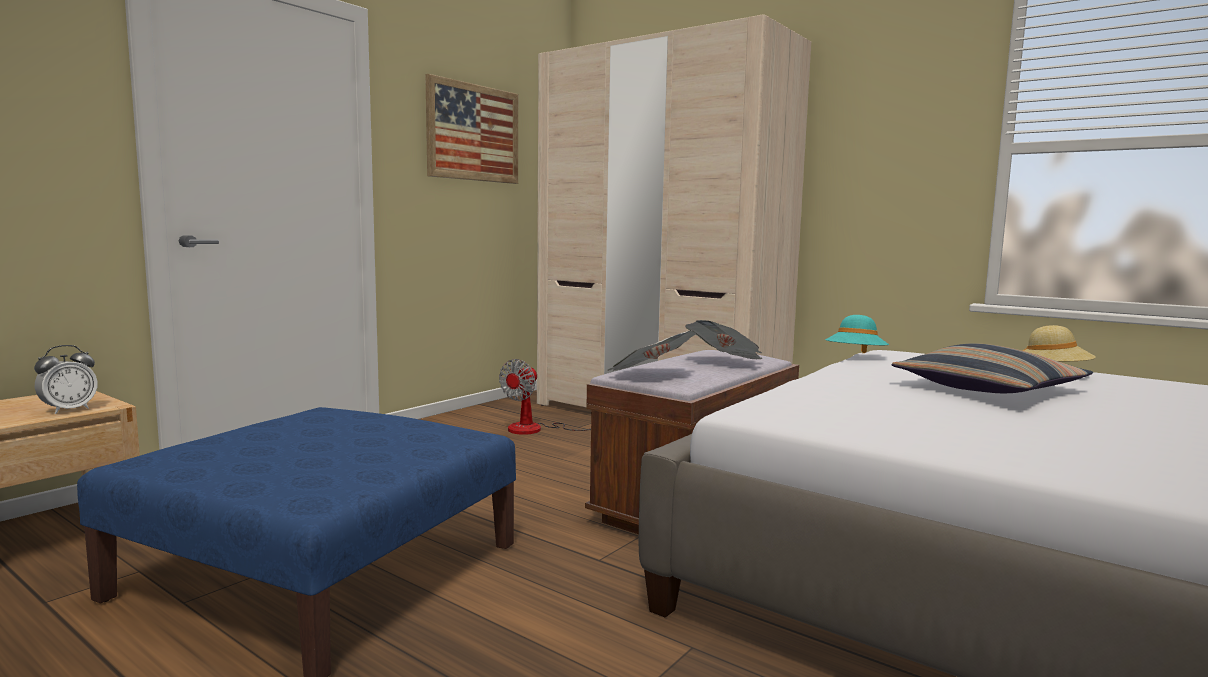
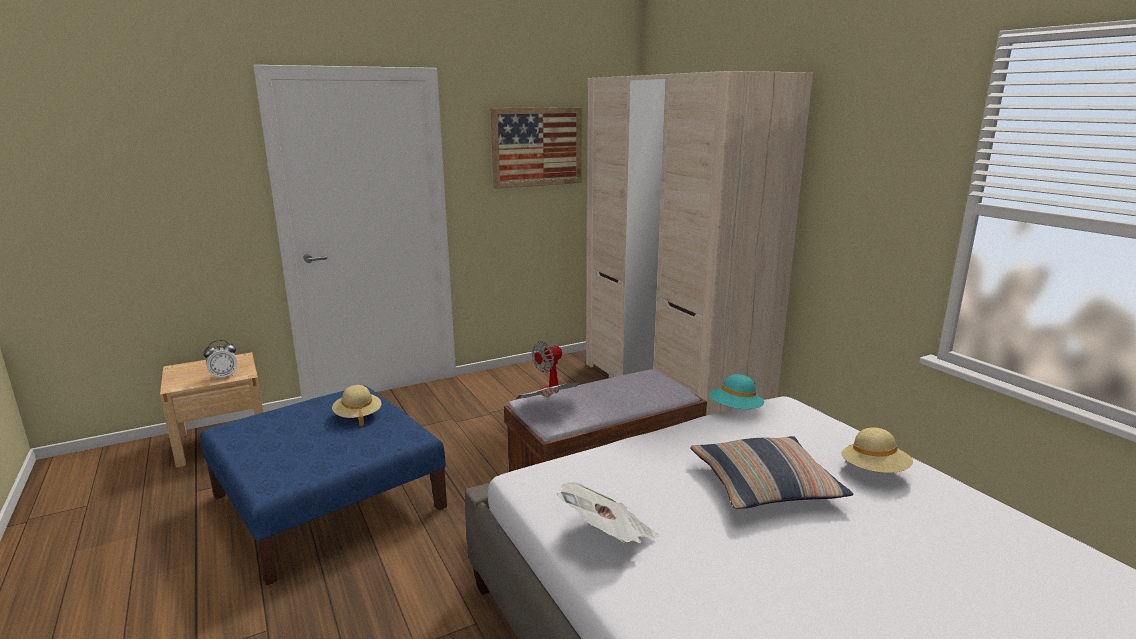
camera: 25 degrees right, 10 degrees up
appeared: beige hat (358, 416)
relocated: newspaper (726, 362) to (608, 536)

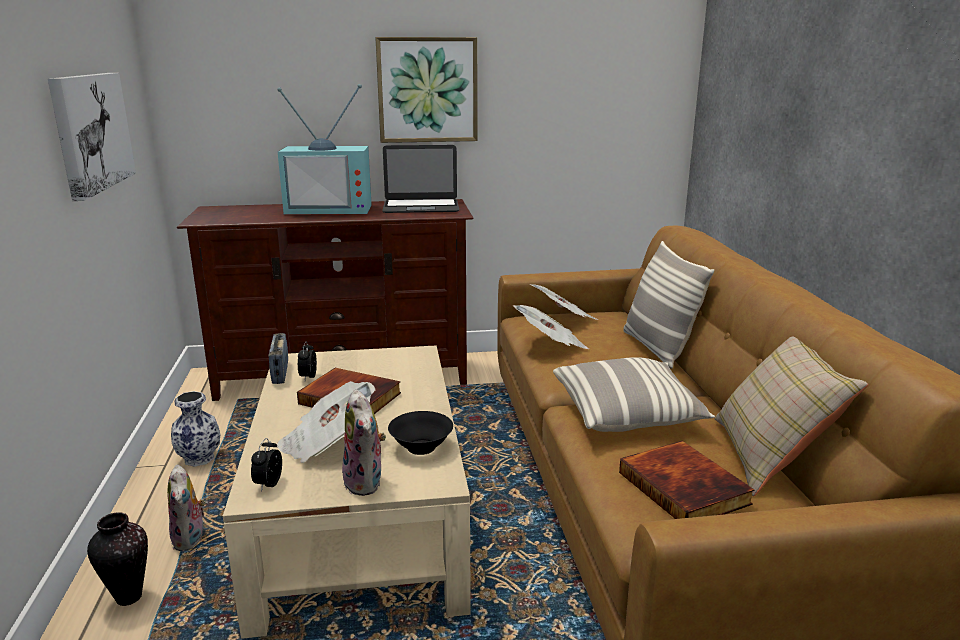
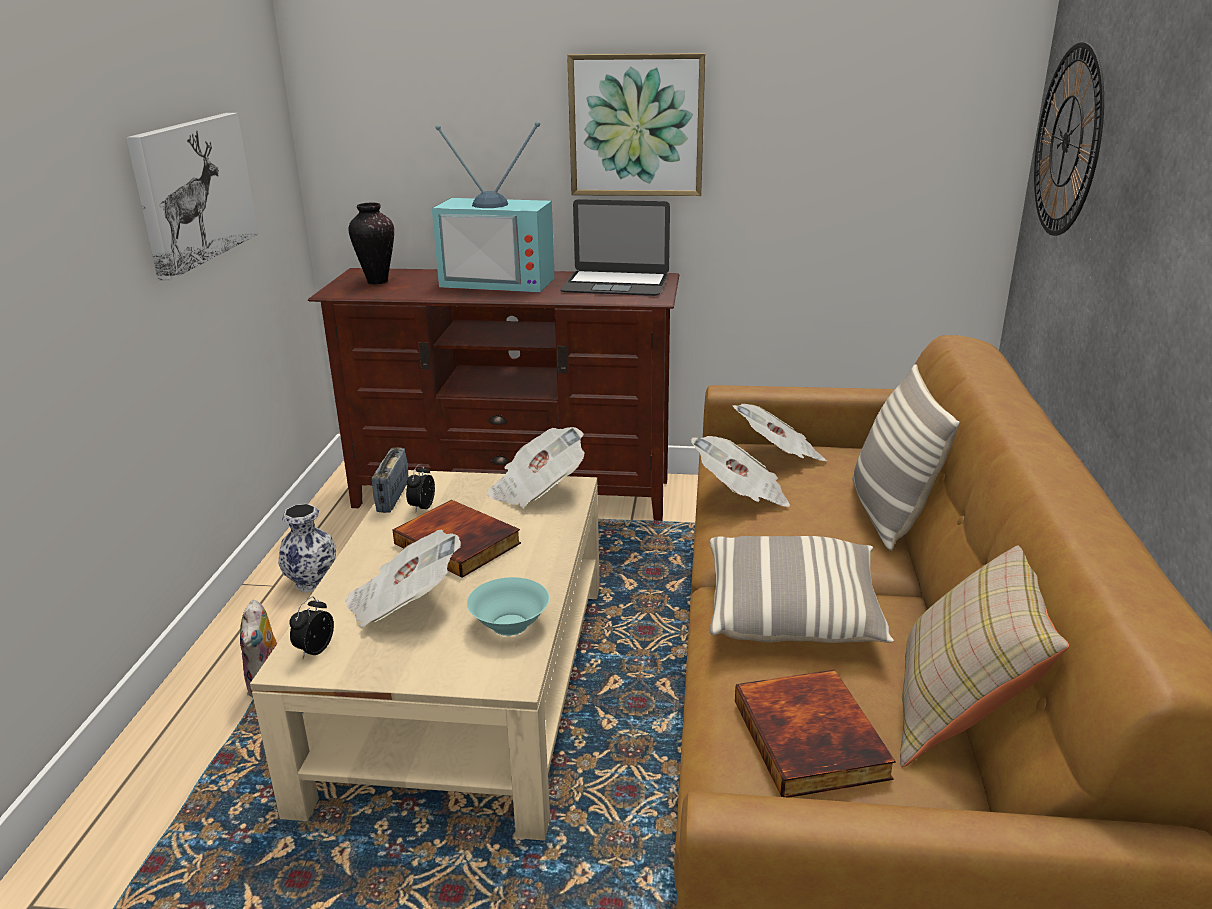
camera: 15 degrees right, 5 degrees up
missing: plush toy (366, 483)
appeared: wall clock (1067, 141); newspaper (537, 490)
relocated: vase (128, 597) to (377, 281)
colour: black bowl (422, 447) to turquoise bowl (510, 625)

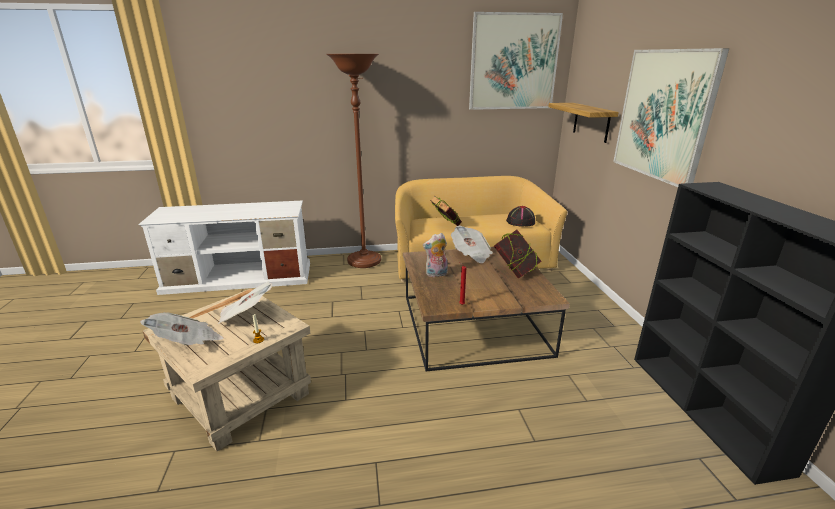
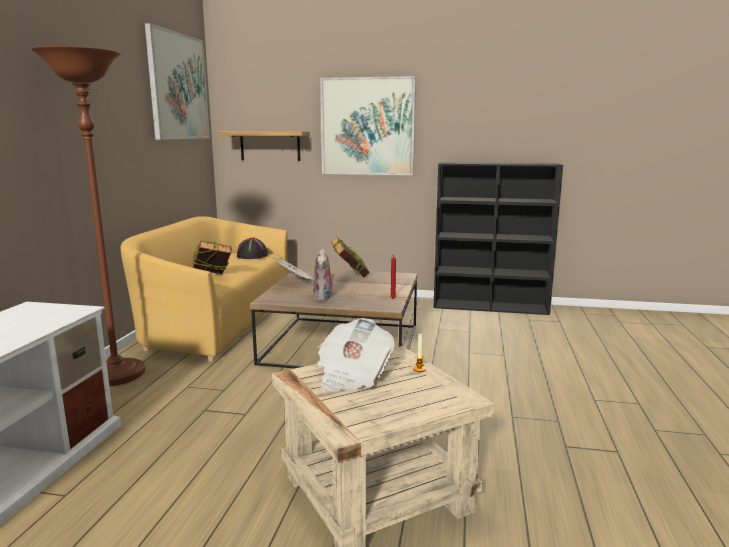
camera: 70 degrees left, 10 degrees down
missing: newspaper (188, 343)

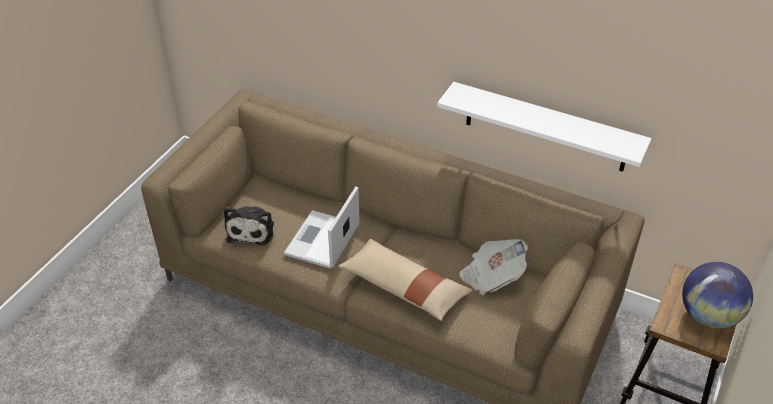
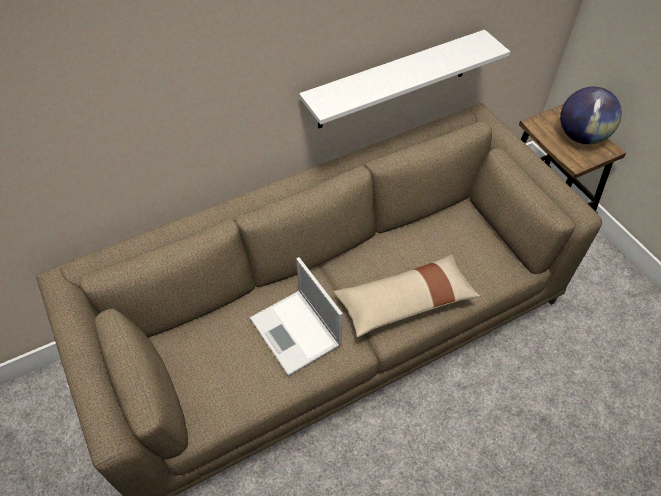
camera: 55 degrees left, 10 degrees up
missing: plush toy (252, 229); newspaper (491, 276)

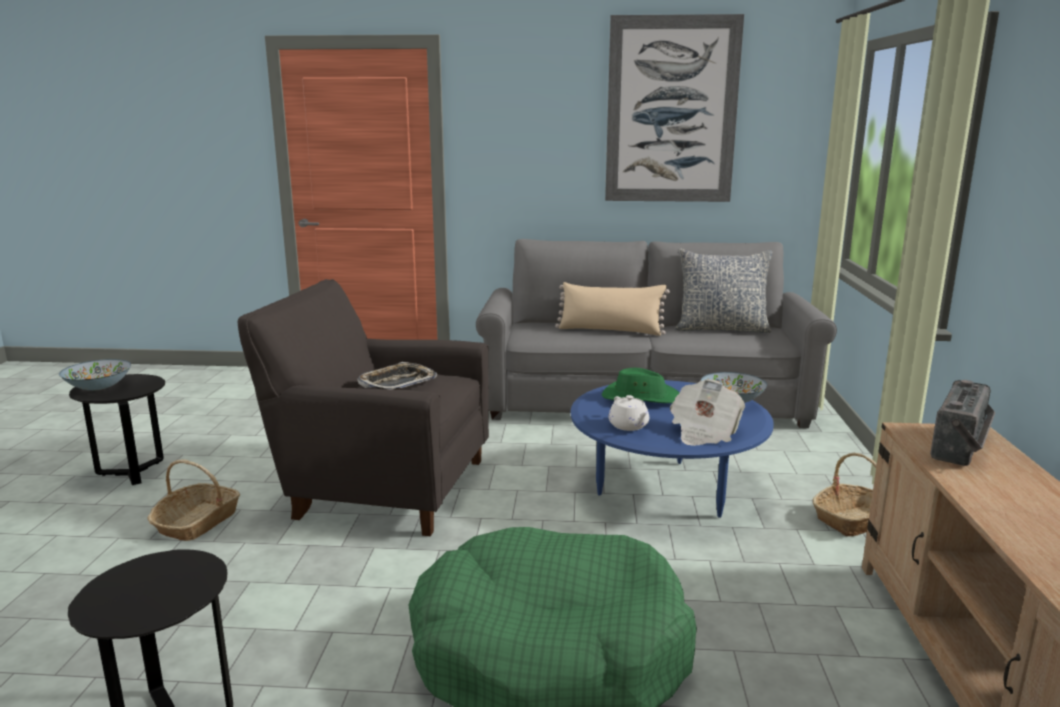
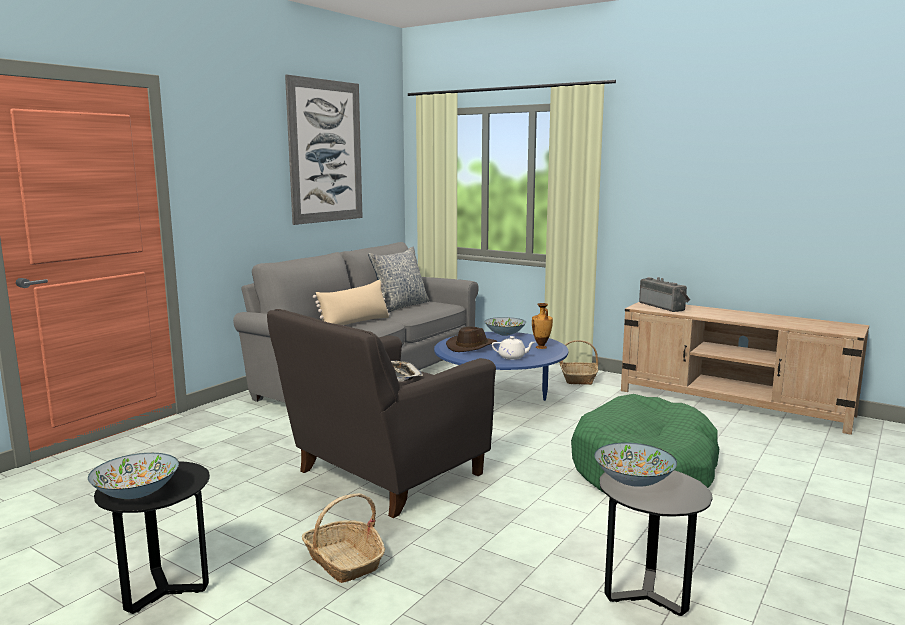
camera: 60 degrees left, 5 degrees down
appeared: bowl (633, 481)
exchanged: newspaper (704, 432) to vase (541, 347)
colour: green hat (640, 397) to brown hat (472, 346)

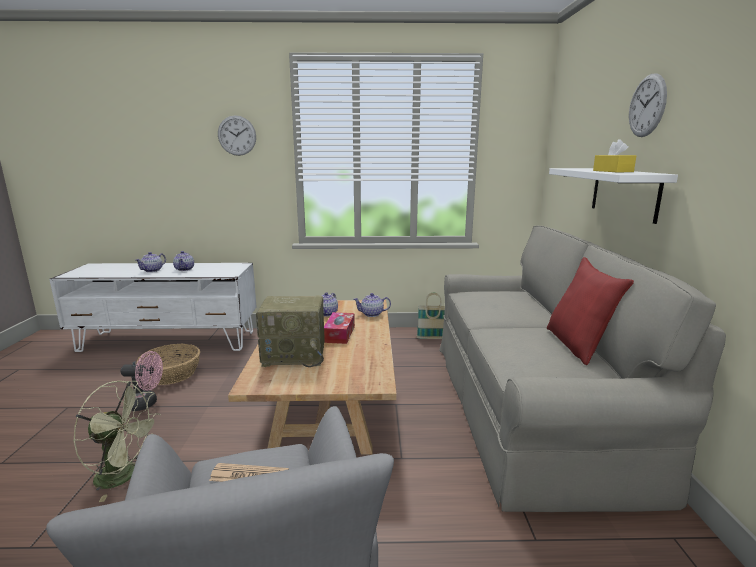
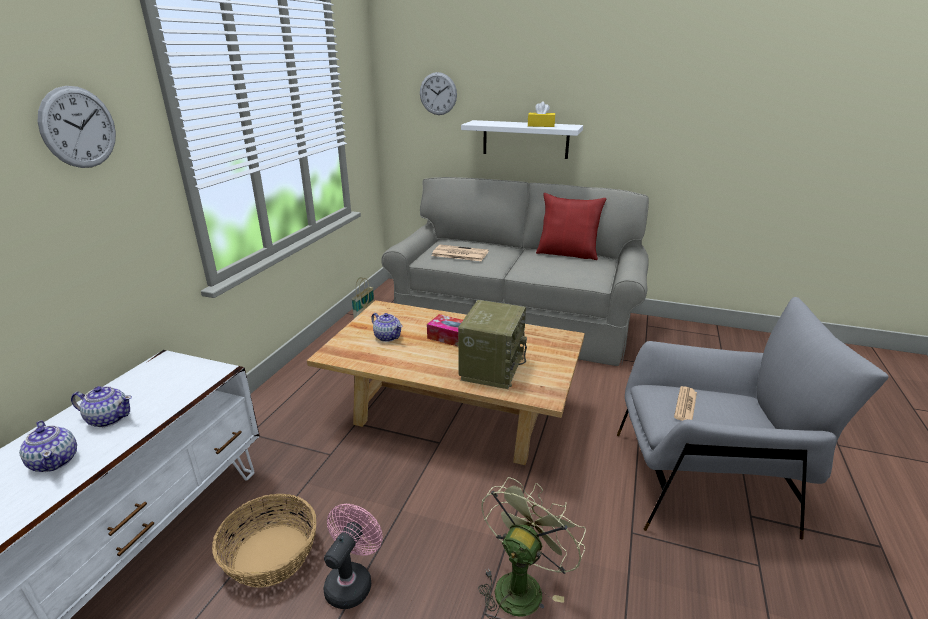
camera: 70 degrees left, 10 degrees up
missing: teapot (372, 314)
appeared: newspaper (459, 254)
relocated: wall clock (647, 106) to (438, 94)

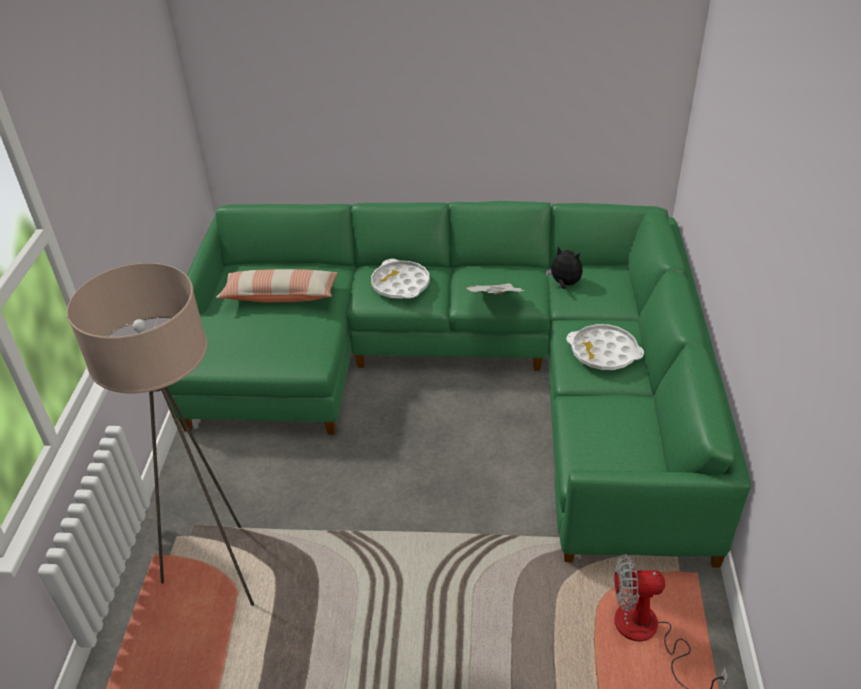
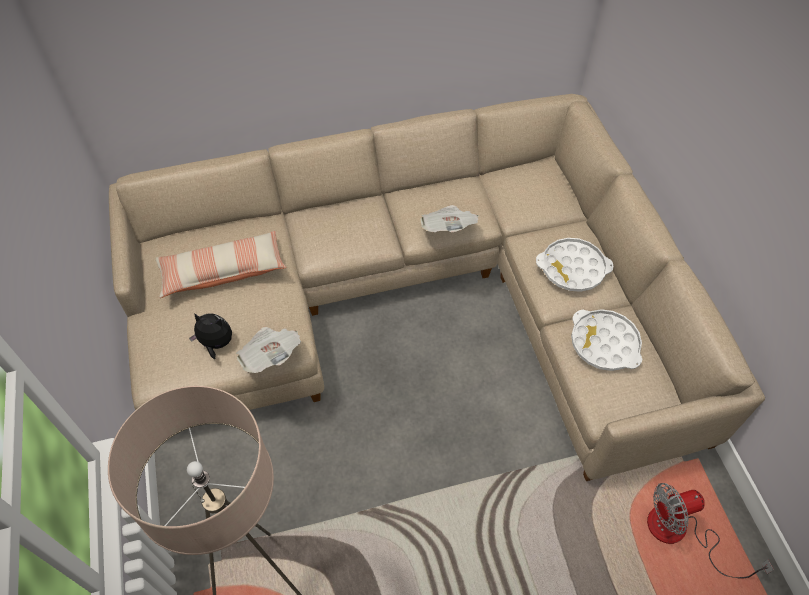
camera: 20 degrees left, 15 degrees up
appeared: newspaper (270, 356)
relocated: plush toy (564, 284) to (216, 344); white tray (400, 284) to (604, 343)
colour: green sofa (463, 373) to beige sofa (418, 297)

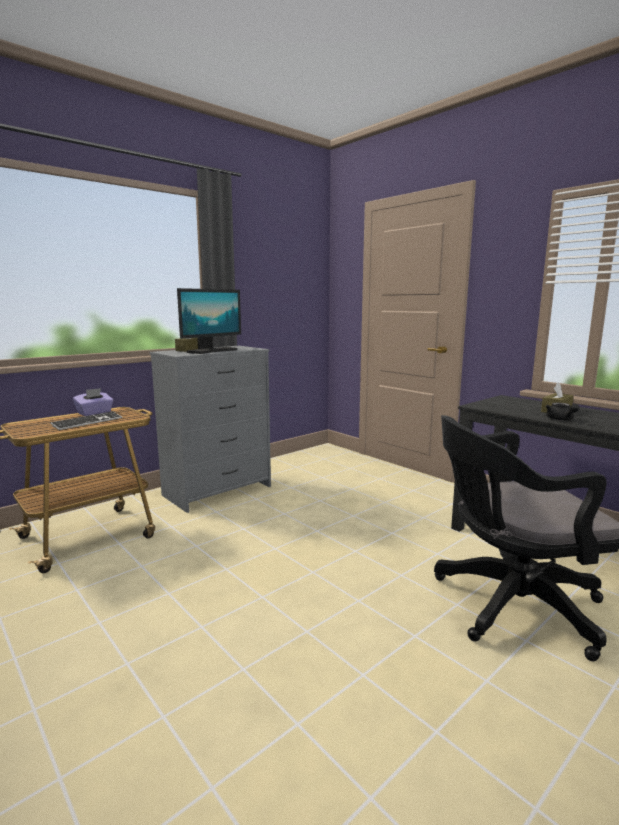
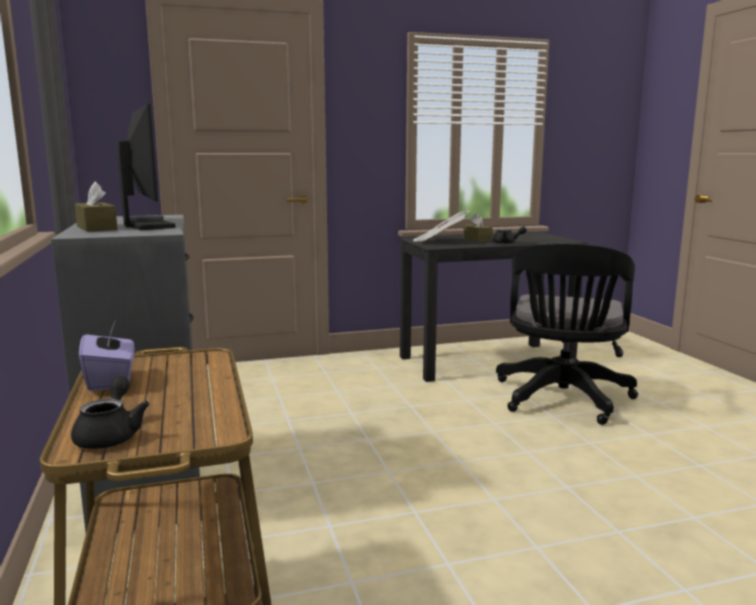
camera: 65 degrees left, 0 degrees up
missing: keyboard (87, 422)
appeared: newspaper (439, 241); black teapot (111, 435)

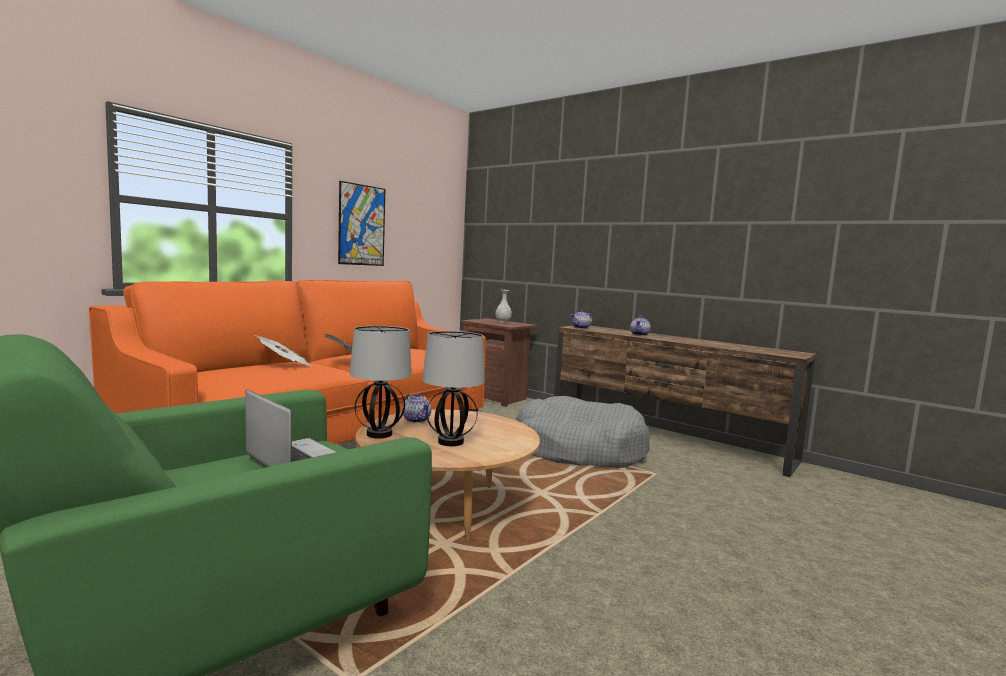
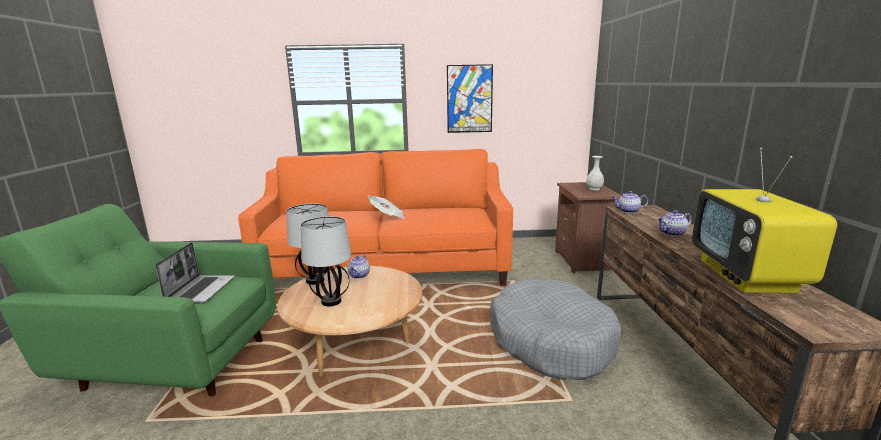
camera: 50 degrees right, 10 degrees up
missing: newspaper (284, 365)
appeared: television (747, 276)

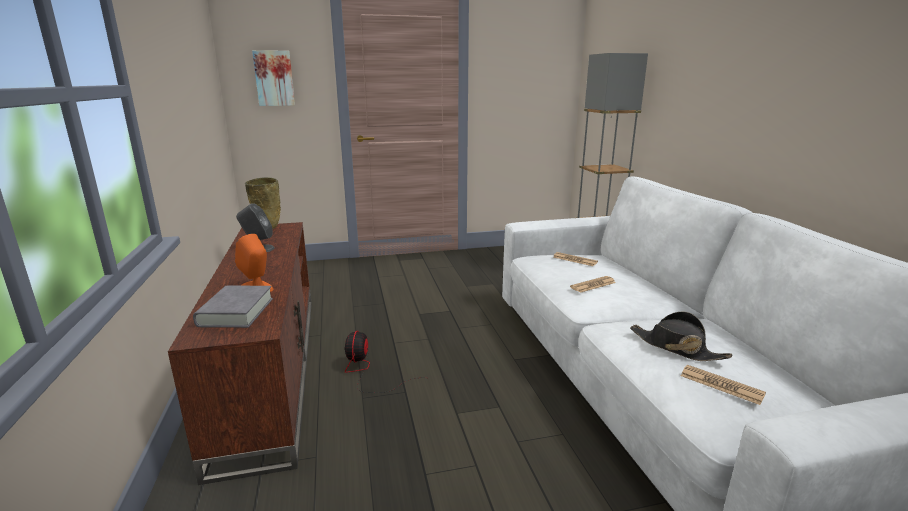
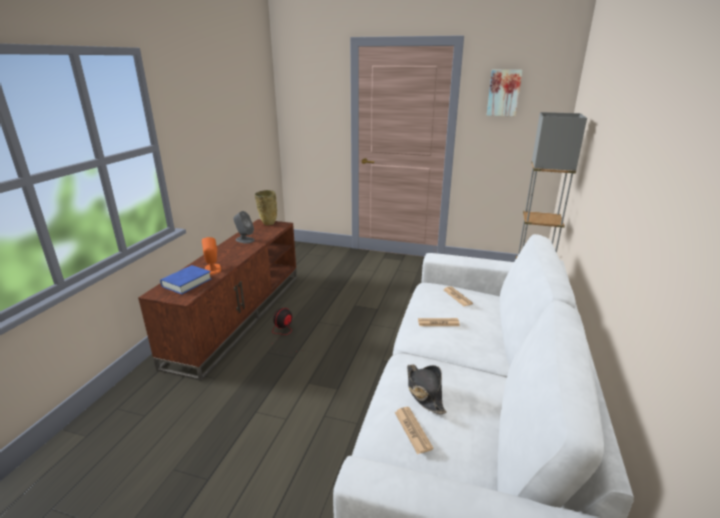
camera: 30 degrees right, 5 degrees up
relocated: picture (274, 78) to (504, 93)
colour: grey book (236, 312) to blue book (187, 283)

